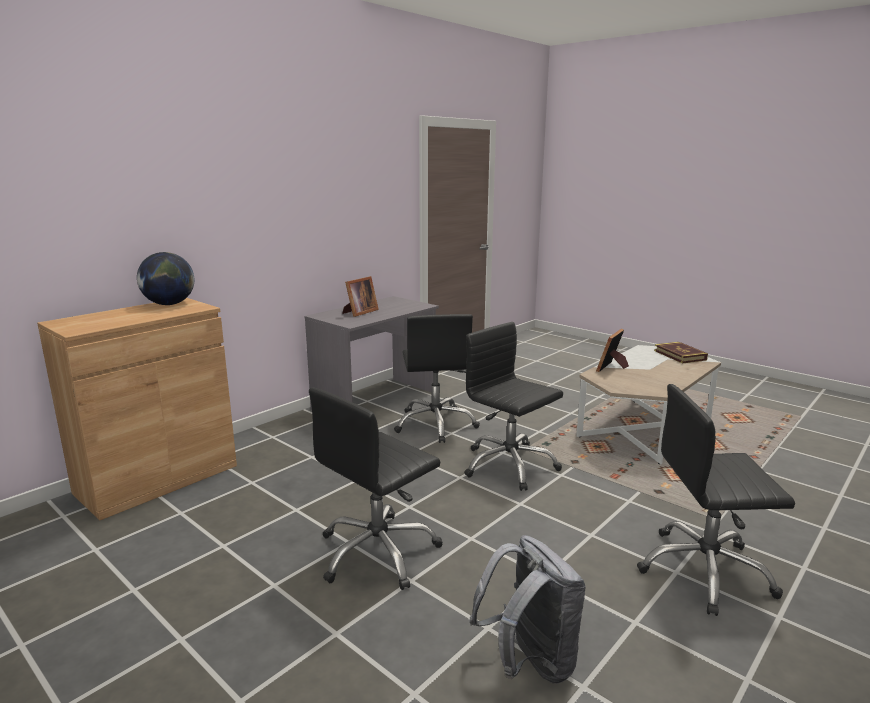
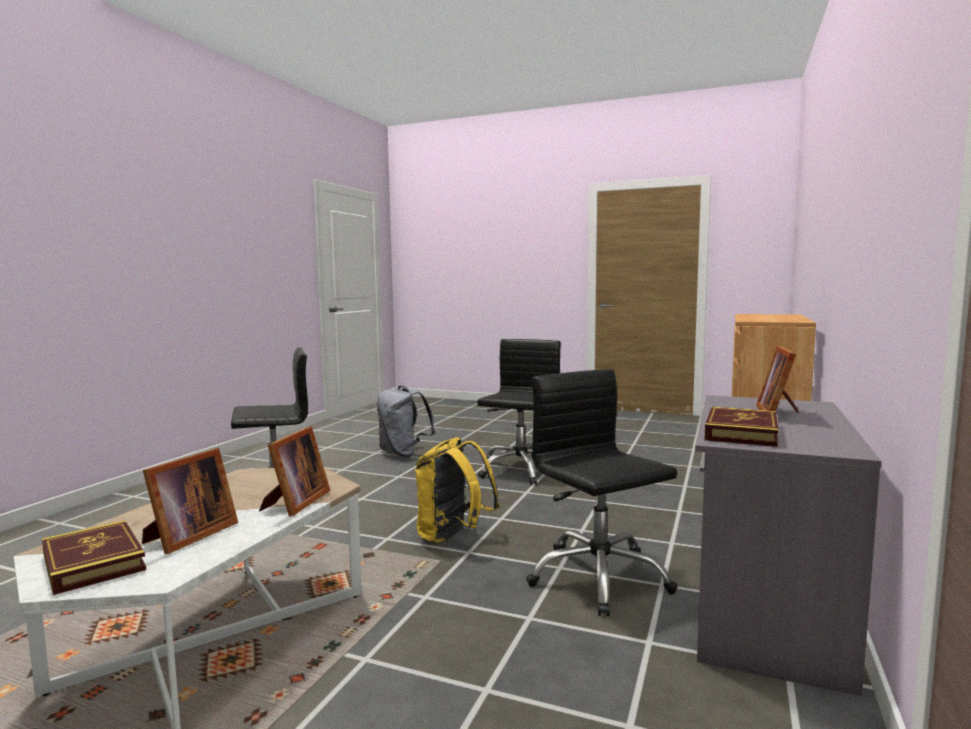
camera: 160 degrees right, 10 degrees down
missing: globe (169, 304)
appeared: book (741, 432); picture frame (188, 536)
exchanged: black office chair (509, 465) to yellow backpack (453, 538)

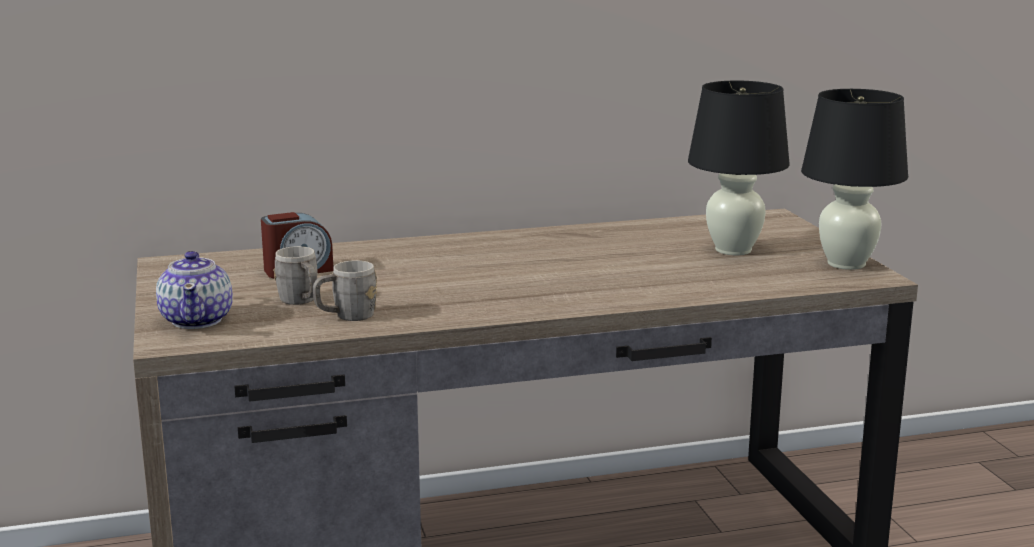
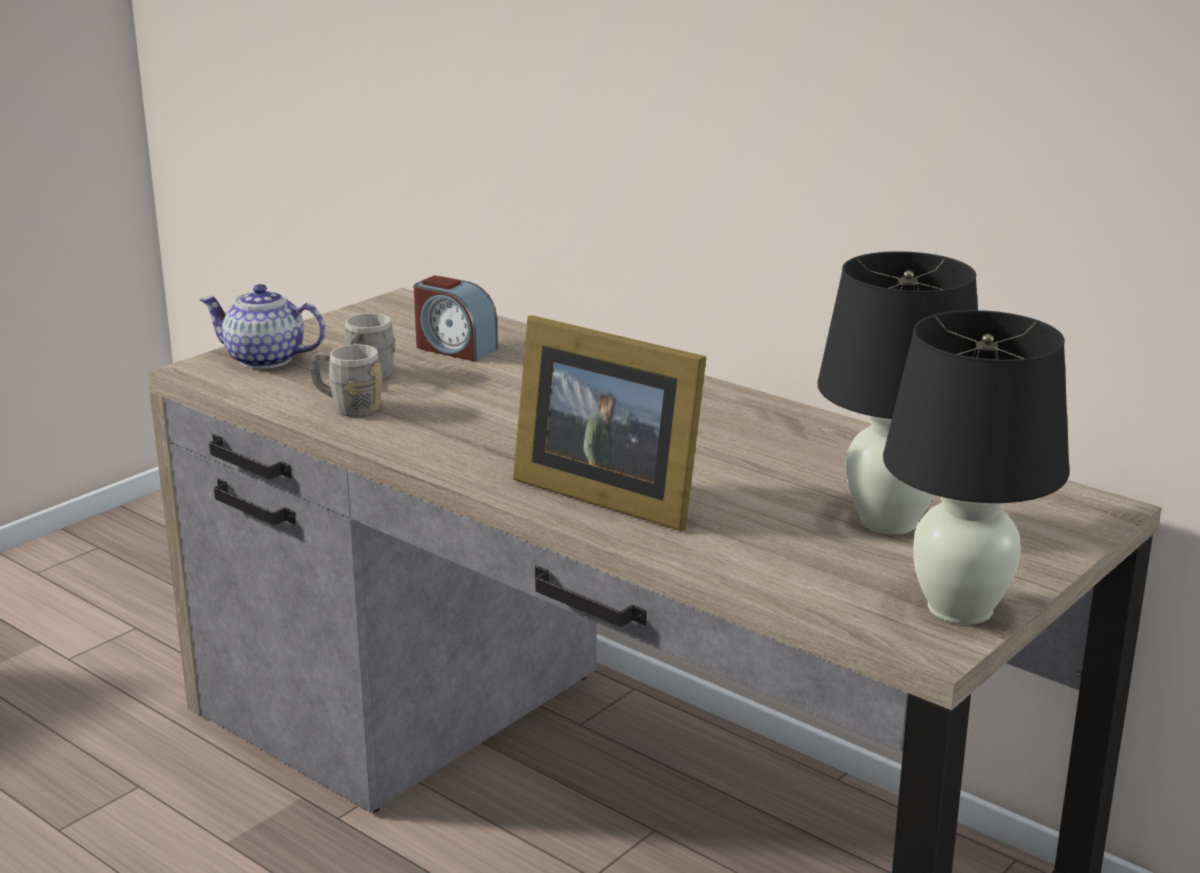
camera: 55 degrees right, 5 degrees up
appeared: picture frame (606, 493)
spun: teapot (197, 320) = (266, 359) 60 degrees clockwise

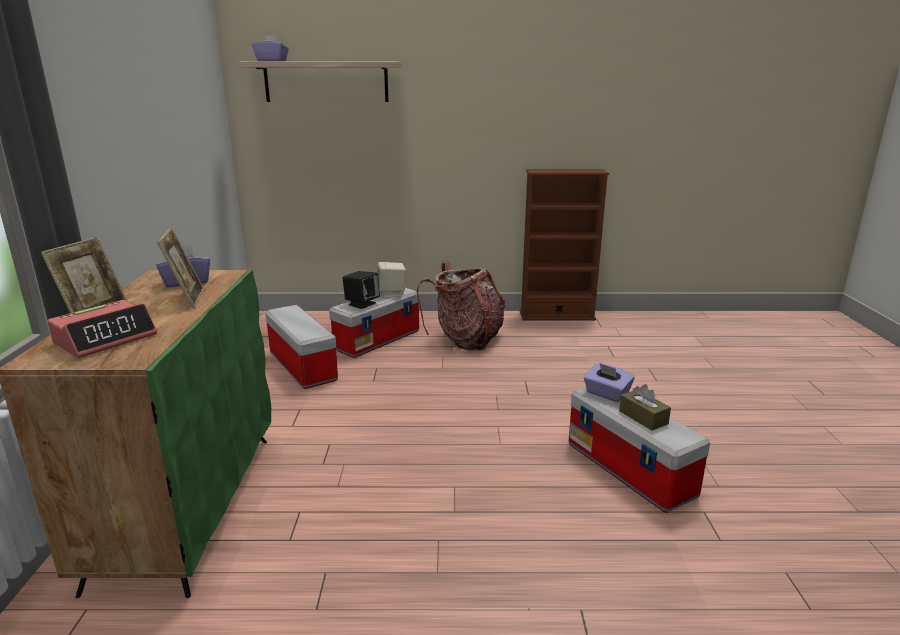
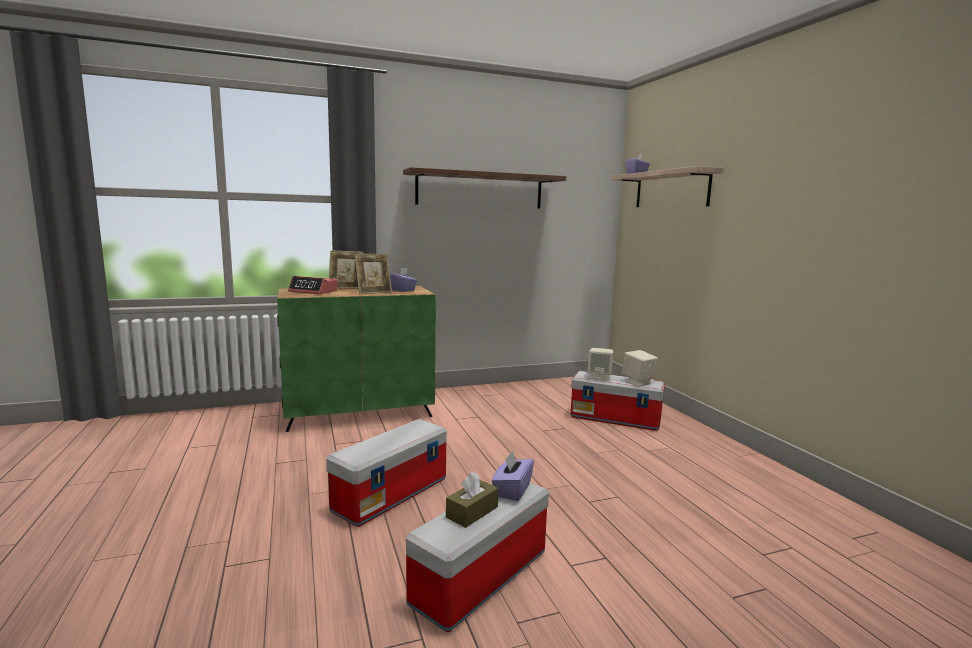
camera: 70 degrees right, 10 degrees down
missing: brown bookcase (557, 316); backpack (466, 339)
appeared: shelf (480, 190)
relocated: storage box (301, 366) to (391, 494)
colour: black speaker (362, 304) to beige speaker (599, 377)

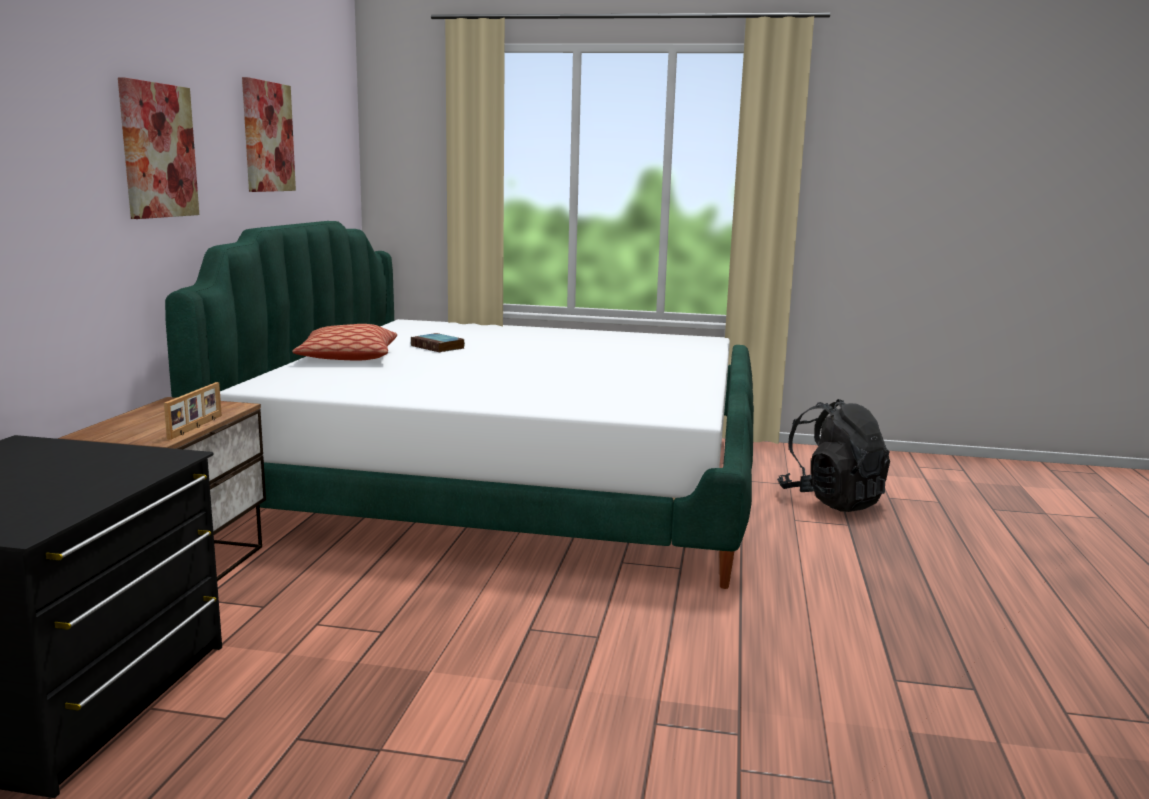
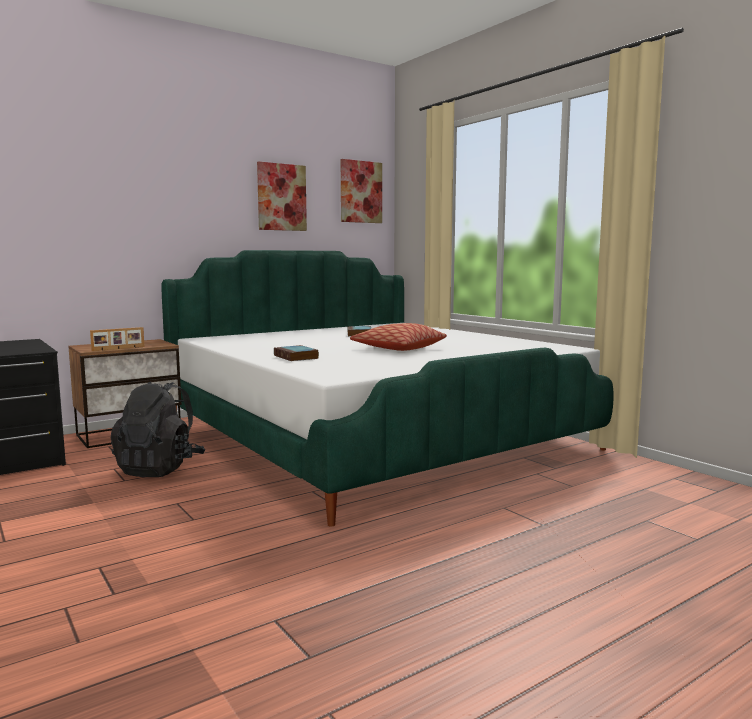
camera: 45 degrees right, 5 degrees down
appeared: book (296, 357)
relocated: picture (158, 151) to (361, 192); pillow (347, 357) to (398, 348); black backpack (831, 500) to (160, 468)

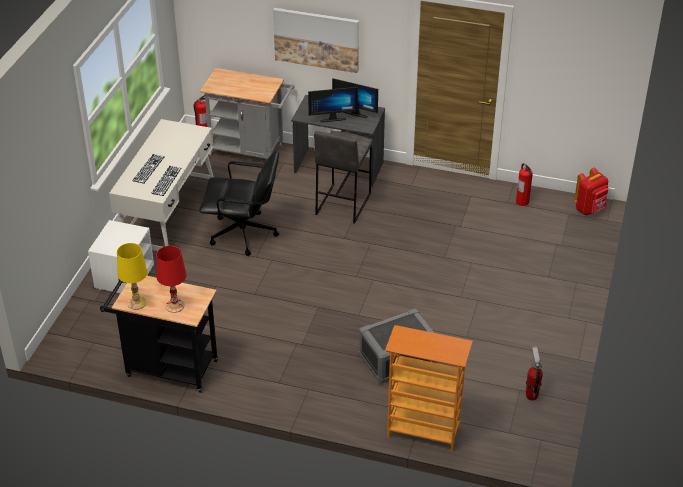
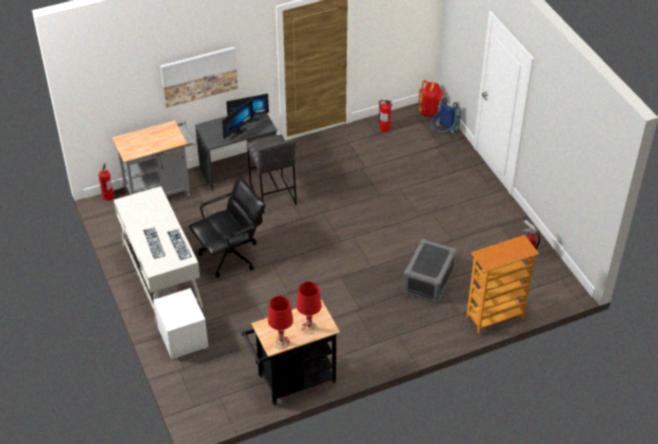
camera: 40 degrees left, 5 degrees up
appeared: blue backpack (443, 134)
colour: yellow table lamp (137, 303) to red table lamp (281, 342)

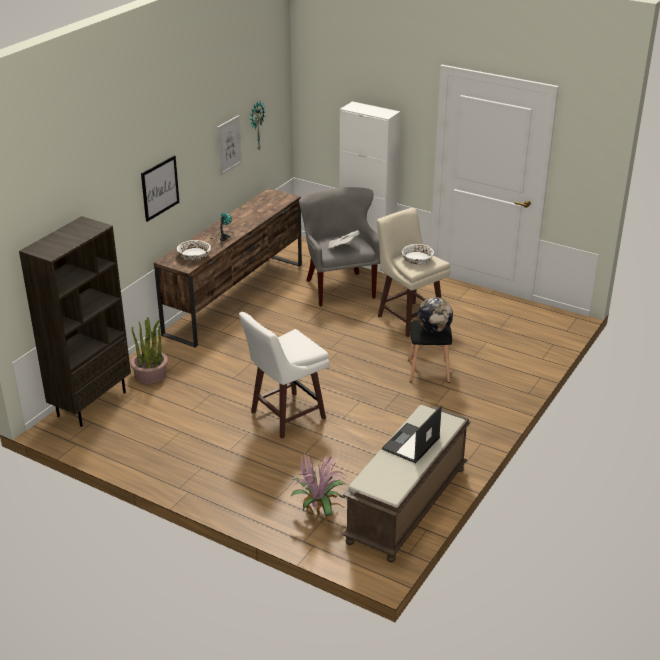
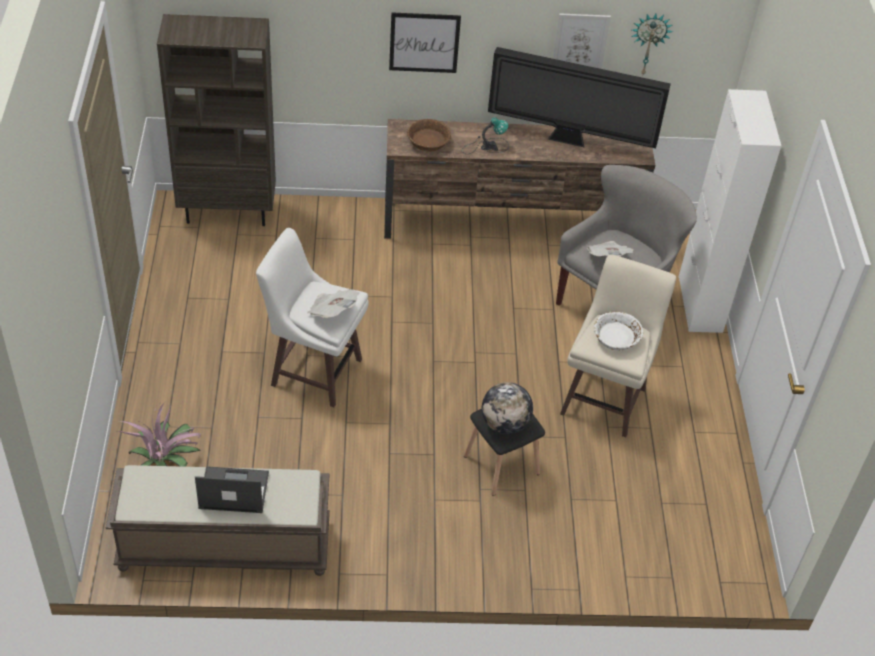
camera: 55 degrees right, 15 degrees up
missing: potted plant (150, 375)
appeared: television (569, 140); newspaper (333, 312)
colour: white bowl (194, 256) to brown bowl (428, 142)

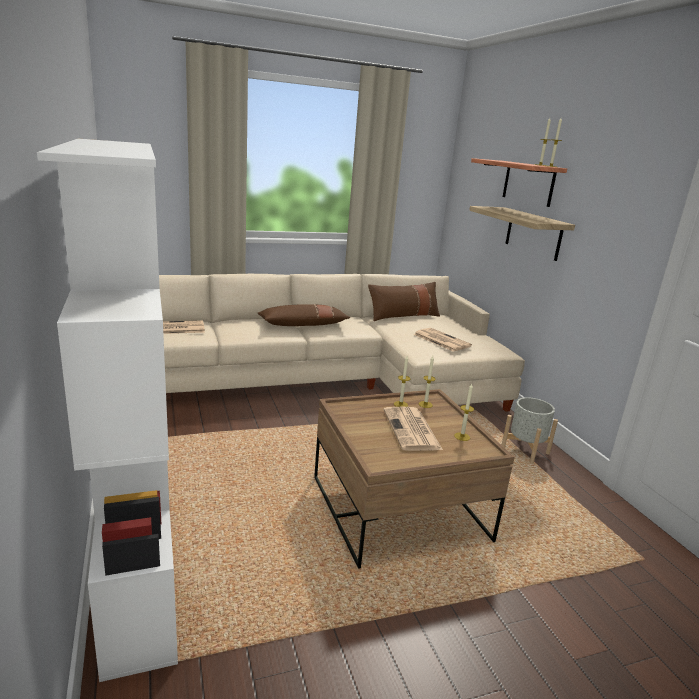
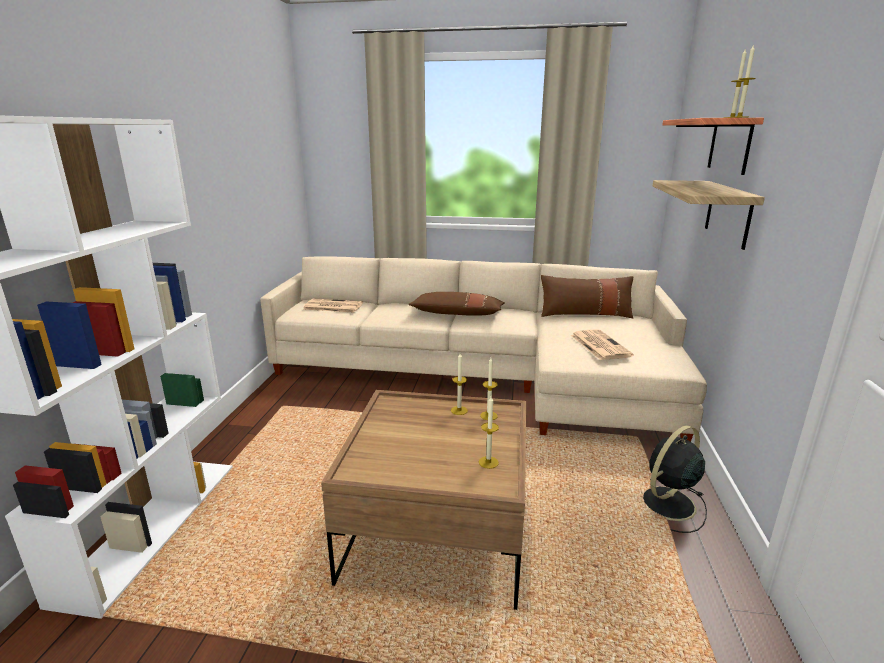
camera: 30 degrees right, 0 degrees up
missing: newspaper (412, 430)
exchanged: grey planter (525, 451) to black fan (666, 504)

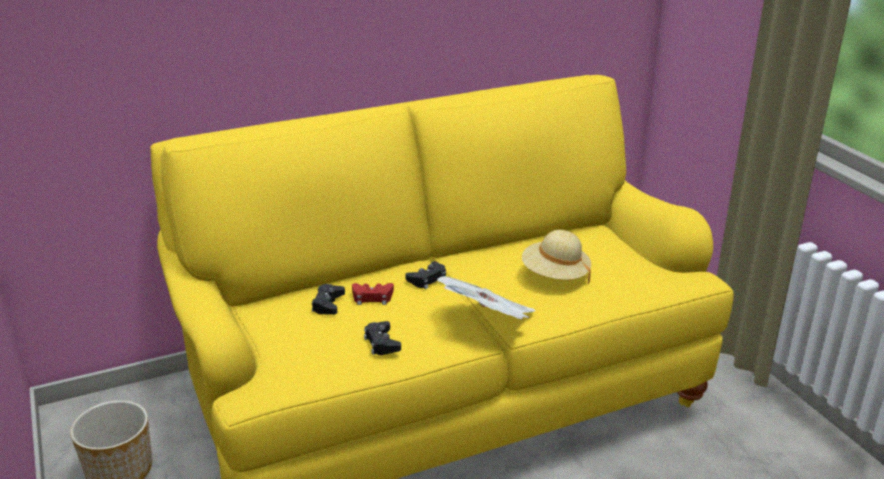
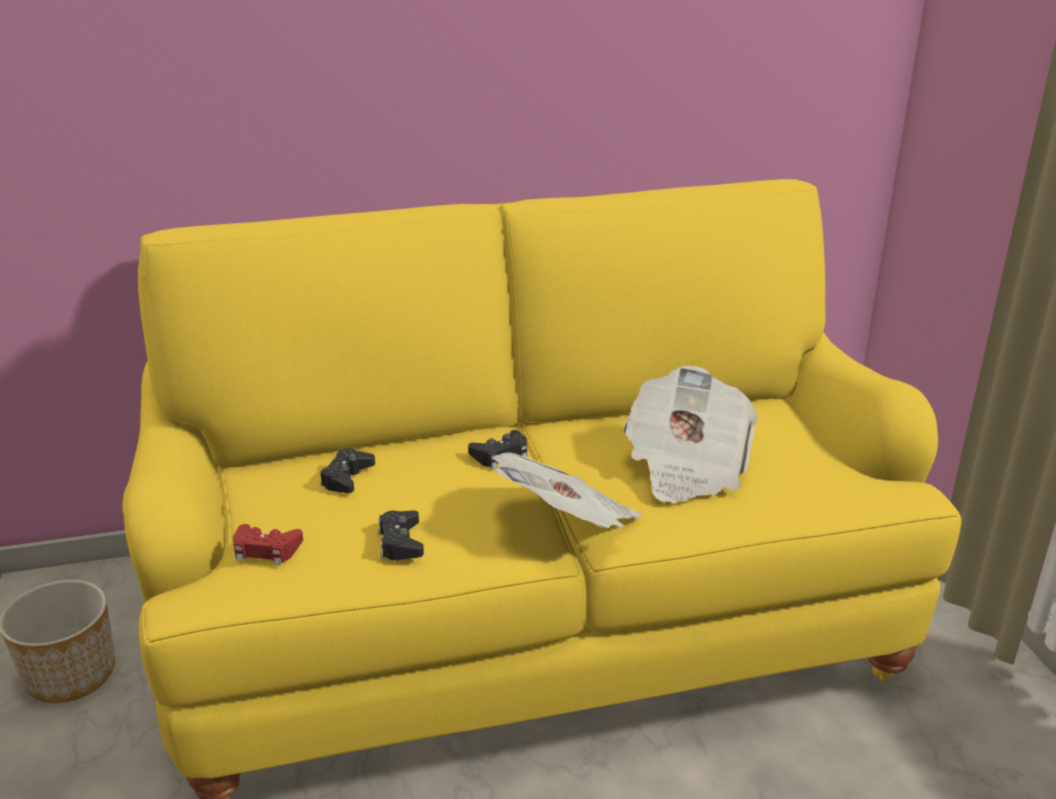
camera: 10 degrees right, 0 degrees up
relocated: red game controller (372, 297) to (266, 550)
exchanged: beige hat (555, 275) to newspaper (686, 467)

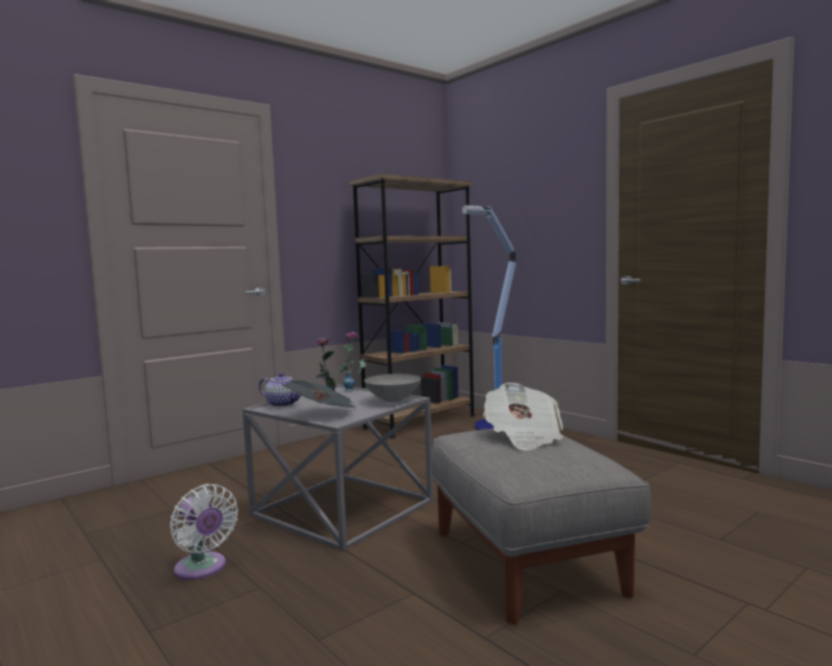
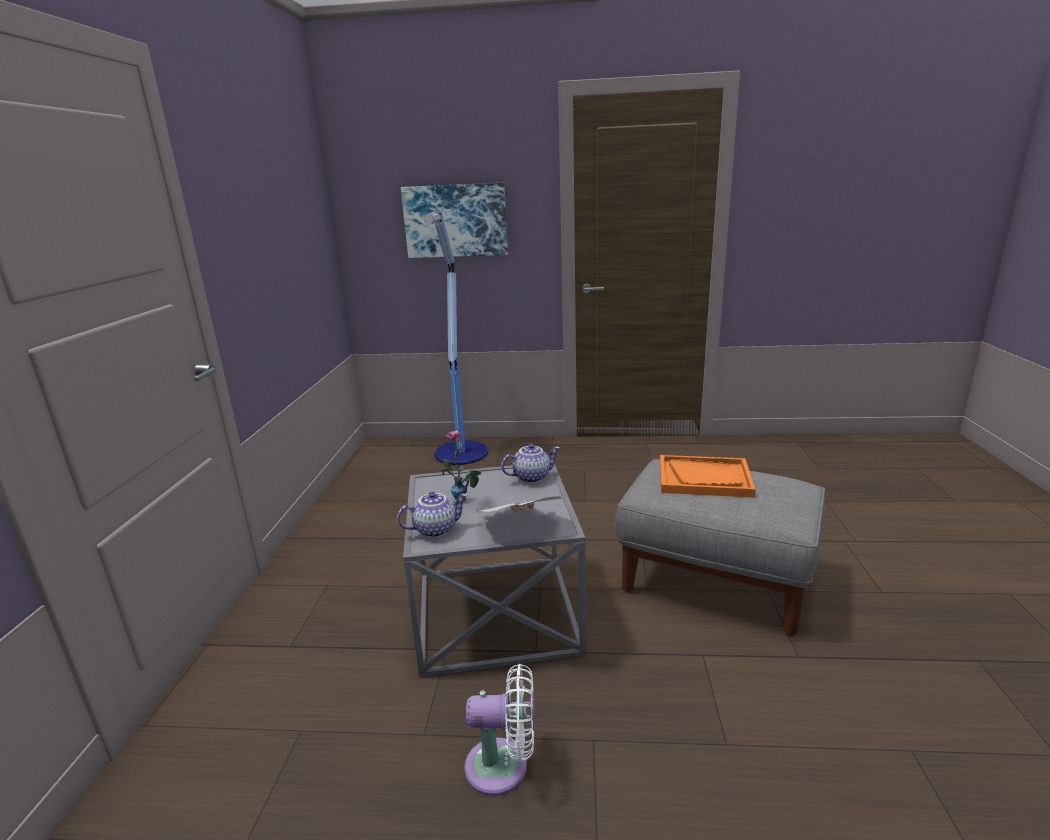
camera: 45 degrees left, 15 degrees up
missing: brown bookcase (420, 422); vase (355, 390)
appeared: picture (455, 220)
exchanged: grey bowl (393, 400) to teapot (531, 477); newspaper (523, 437) to orange tray (704, 478)

